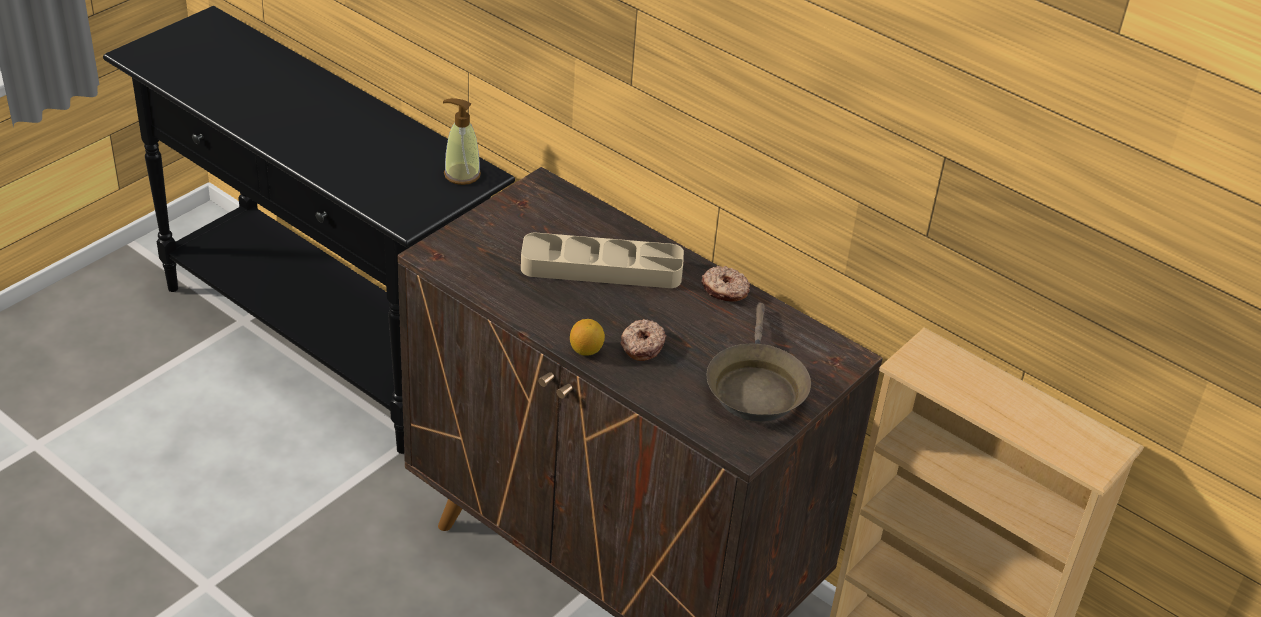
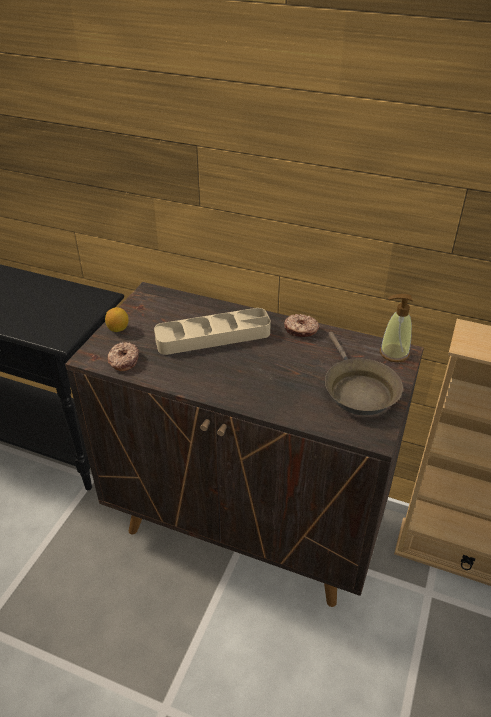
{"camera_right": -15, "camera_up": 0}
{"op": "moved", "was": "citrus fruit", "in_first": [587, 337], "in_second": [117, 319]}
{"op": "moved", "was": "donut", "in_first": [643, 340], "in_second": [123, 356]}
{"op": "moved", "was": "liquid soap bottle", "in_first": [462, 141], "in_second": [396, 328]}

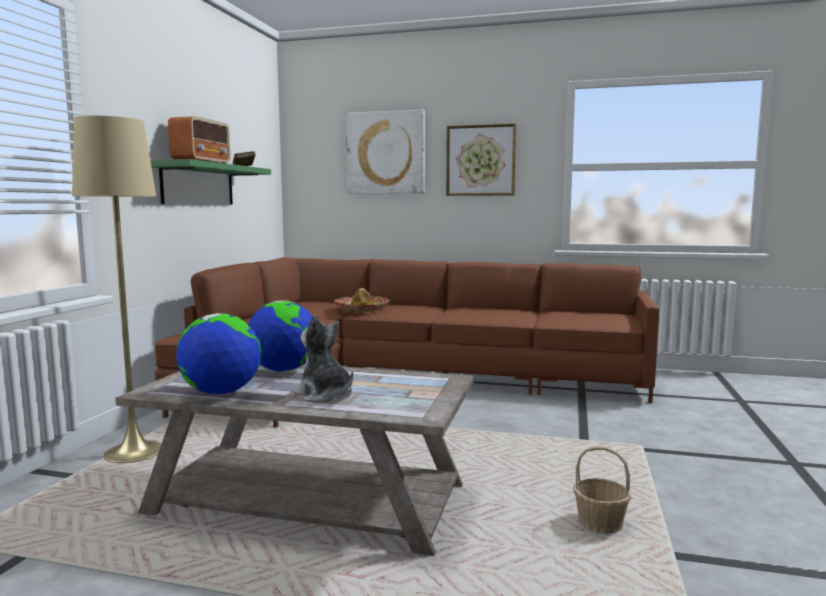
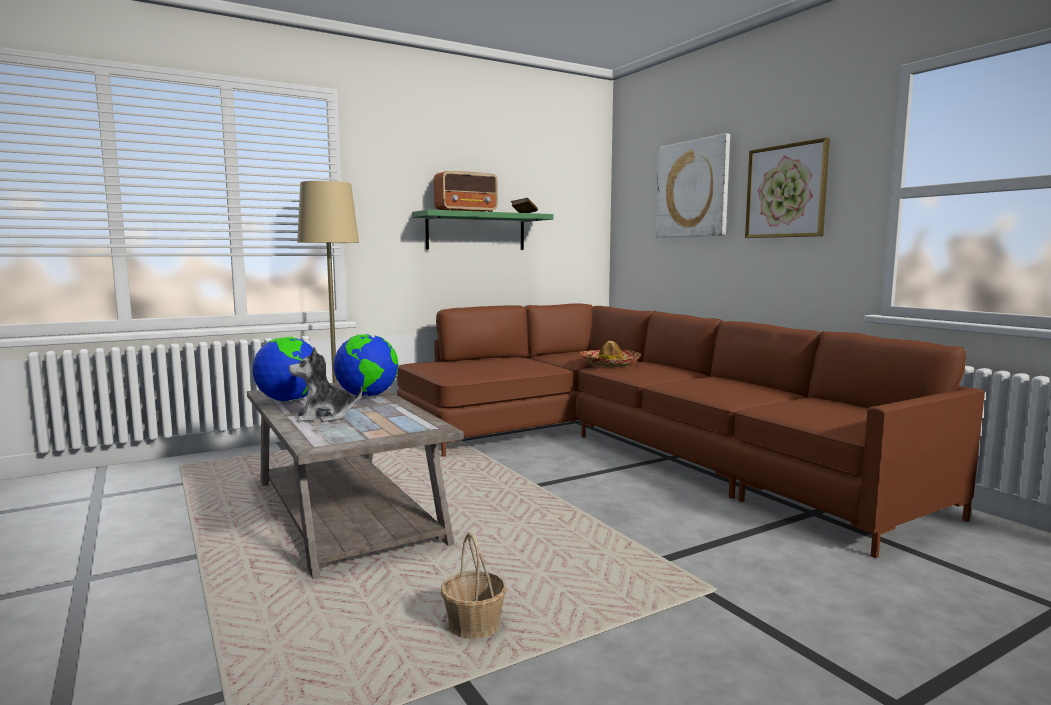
{"camera_right": 45, "camera_up": 0}
{"op": "turned", "was": "cuddly toy", "in_first": [323, 359], "in_second": [326, 384], "clockwise": -105}

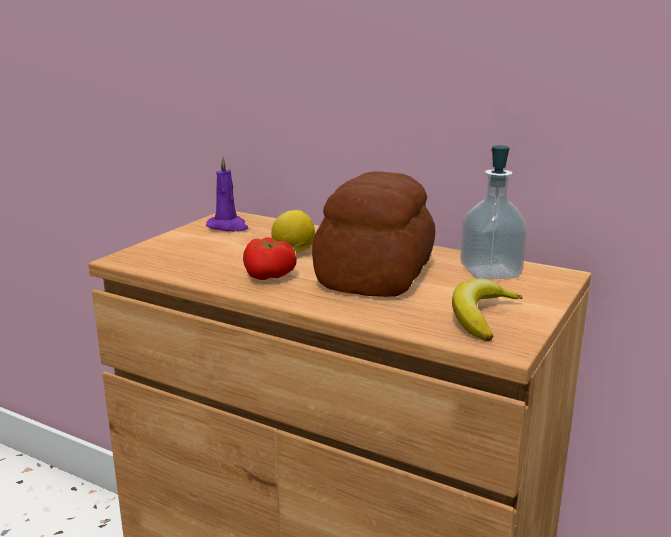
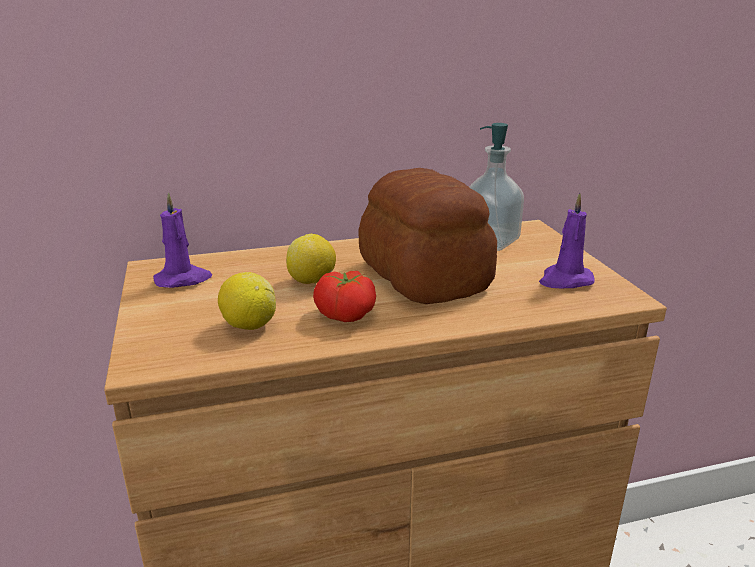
{"camera_right": -45, "camera_up": 5}
{"op": "added", "now": "citrus fruit", "in_second": [247, 301]}
{"op": "replaced", "was": "banana fruit", "now": "purple candle", "in_first": [487, 309], "in_second": [567, 240]}

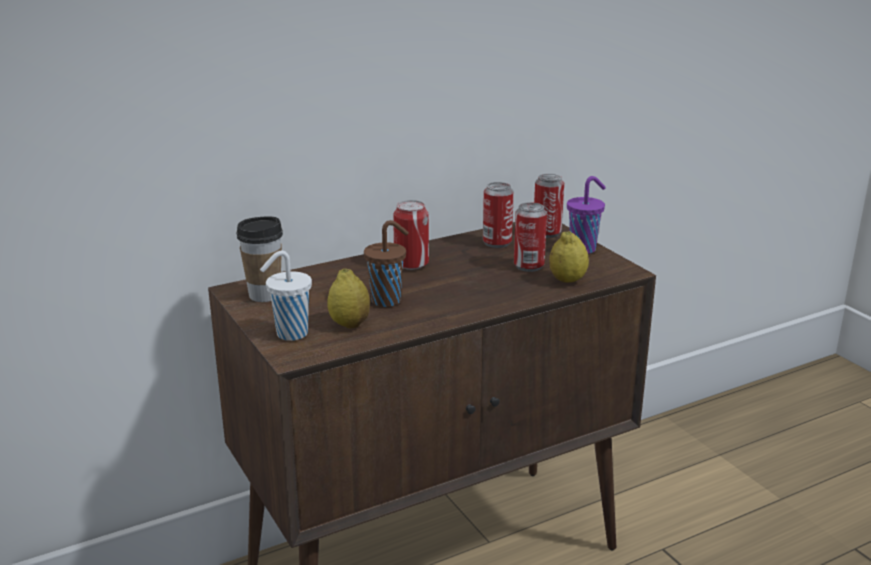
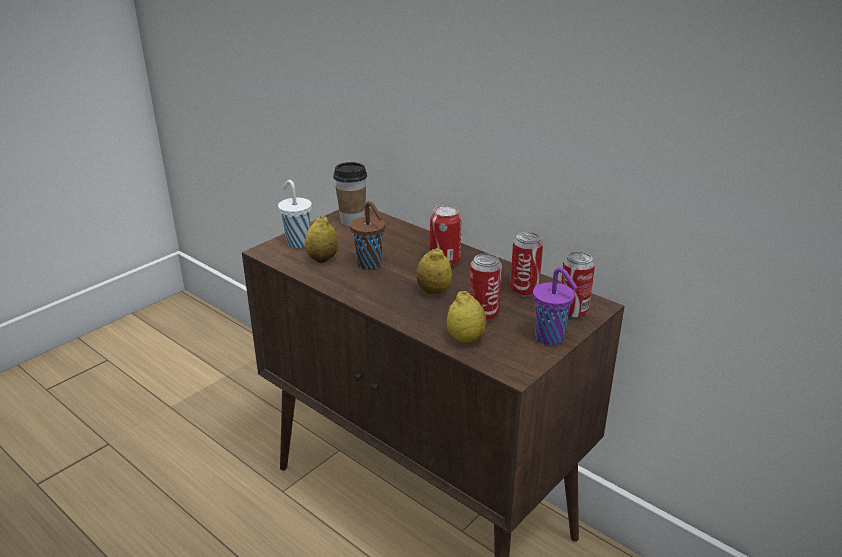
{"camera_right": 70, "camera_up": 5}
{"op": "added", "now": "citrus fruit", "in_second": [434, 271]}

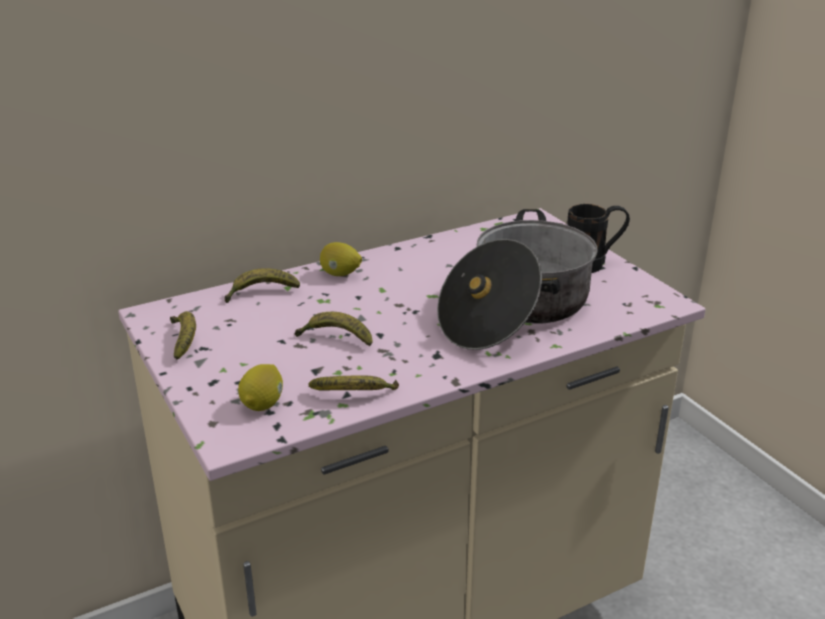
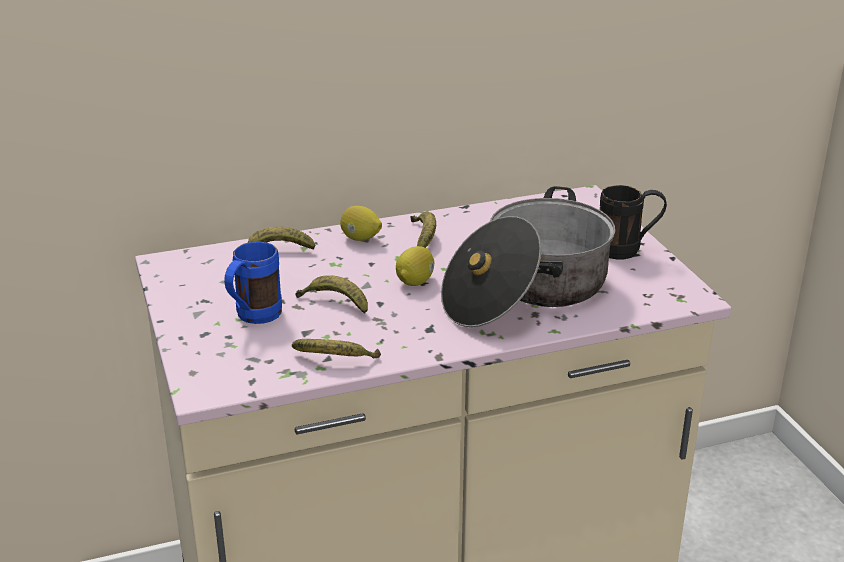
{"camera_right": 10, "camera_up": 0}
{"op": "added", "now": "blue tea mug", "in_second": [253, 283]}
{"op": "moved", "was": "citrus fruit", "in_first": [260, 387], "in_second": [415, 266]}
{"op": "moved", "was": "banana fruit", "in_first": [183, 335], "in_second": [423, 229]}

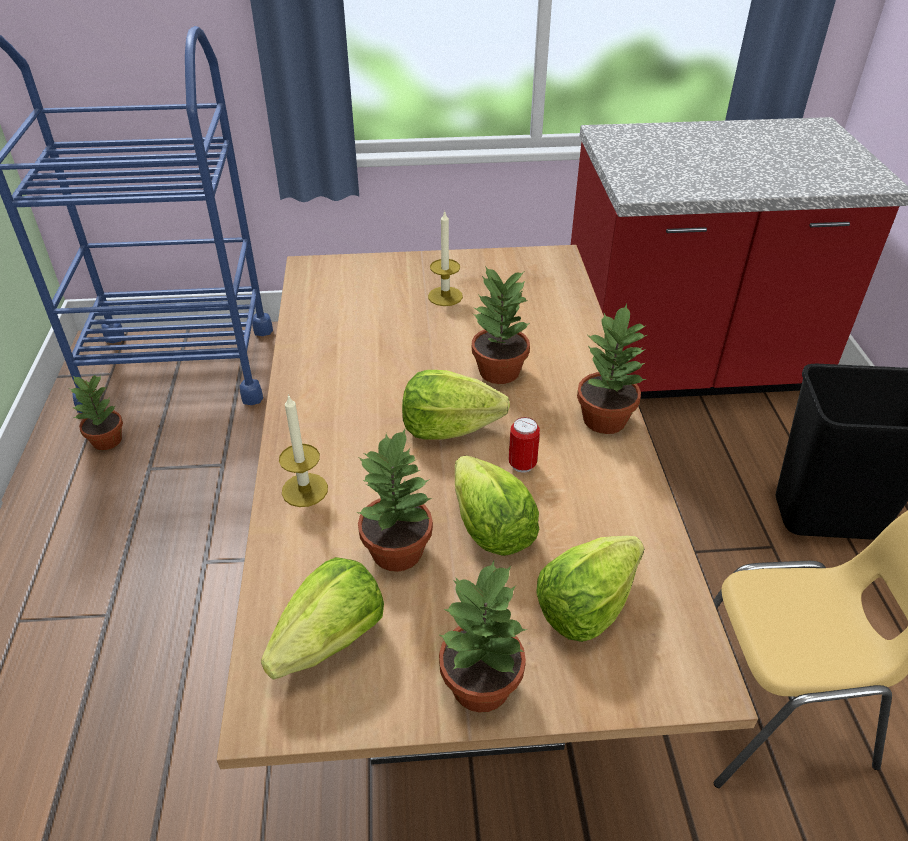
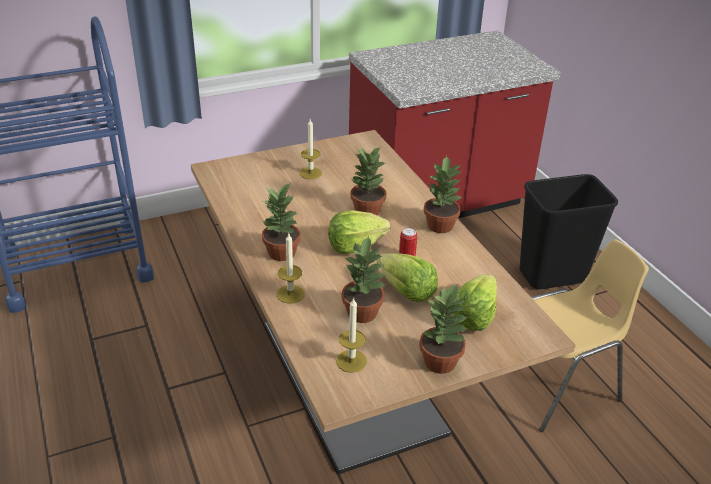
{"camera_right": -20, "camera_up": -5}
{"op": "moved", "was": "houseplant", "in_first": [96, 412], "in_second": [281, 222]}
{"op": "replaced", "was": "lettuce", "now": "candle", "in_first": [322, 618], "in_second": [351, 335]}

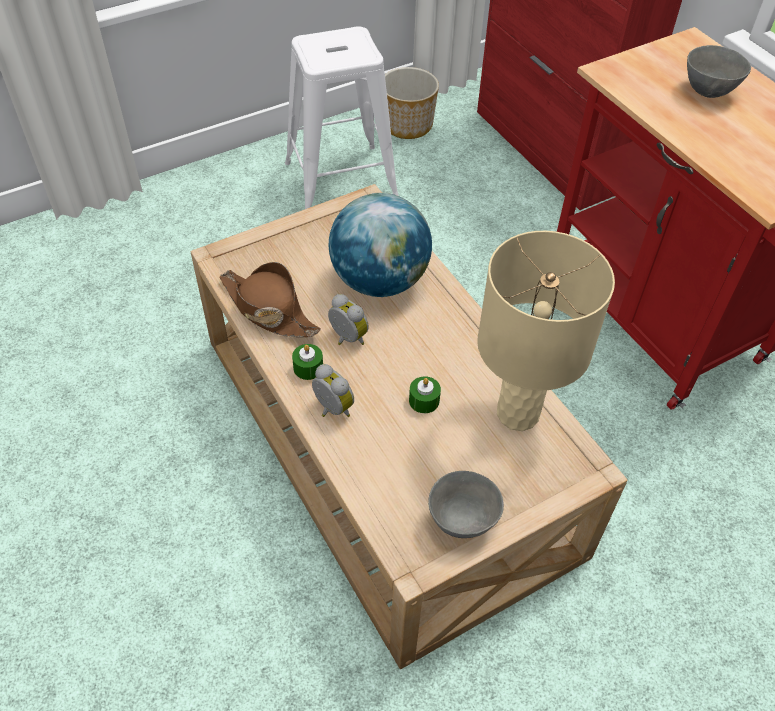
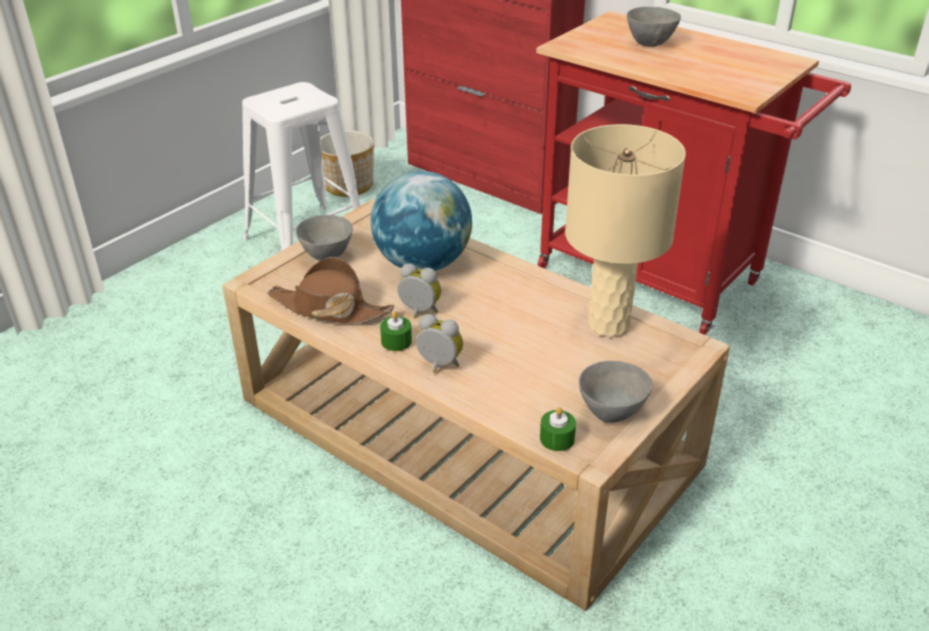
{"camera_right": -20, "camera_up": -15}
{"op": "added", "now": "greyish deep dish", "in_second": [324, 238]}
{"op": "moved", "was": "green candle", "in_first": [425, 394], "in_second": [558, 429]}

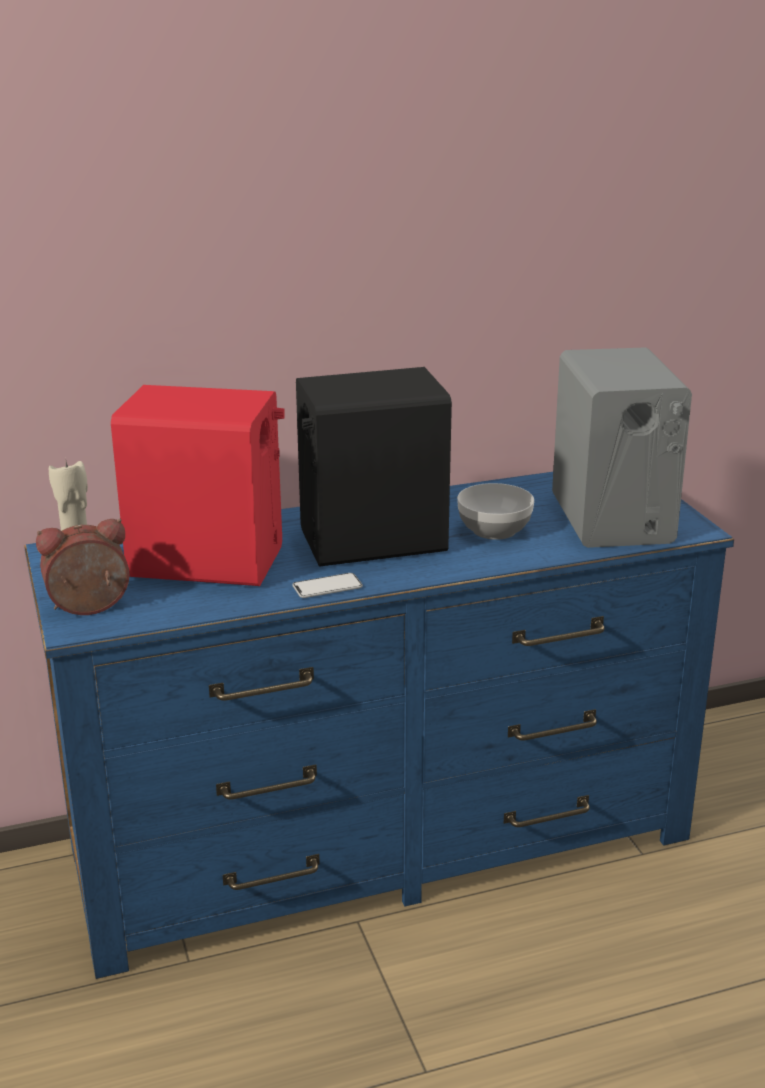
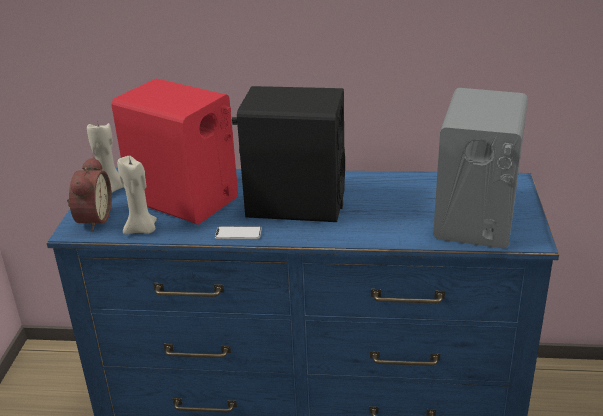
{"camera_right": 25, "camera_up": 5}
{"op": "turned", "was": "alarm clock", "in_first": [83, 567], "in_second": [89, 194], "clockwise": 90}
{"op": "added", "now": "sand-coloured candle", "in_second": [137, 195]}
{"op": "removed", "was": "deep dish", "in_first": [495, 511]}

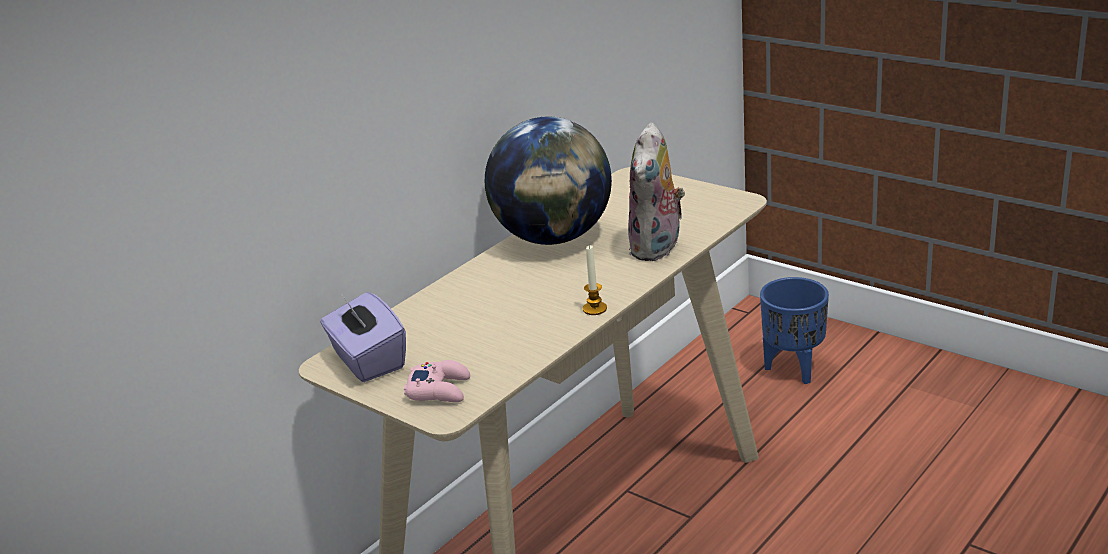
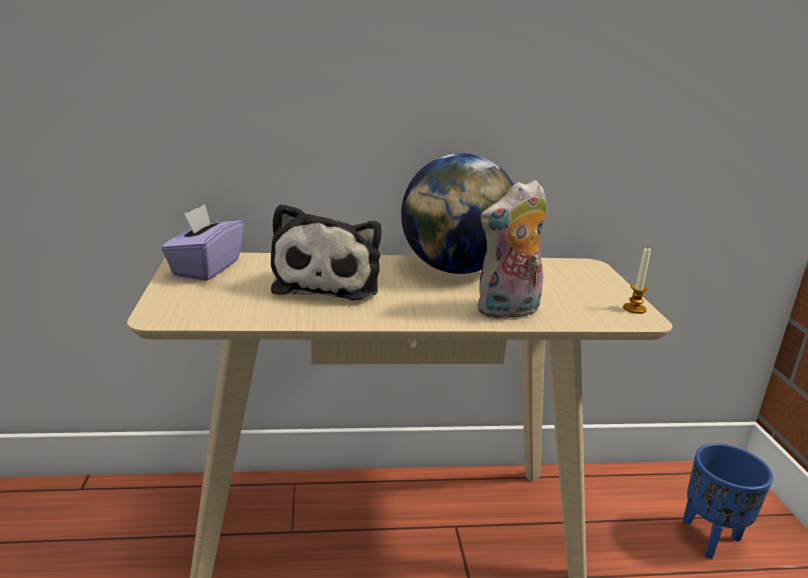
{"camera_right": 40, "camera_up": -5}
{"op": "added", "now": "cuddly toy", "in_second": [326, 252]}
{"op": "moved", "was": "candle", "in_first": [595, 280], "in_second": [637, 281]}
{"op": "removed", "was": "pink gamepad", "in_first": [437, 381]}

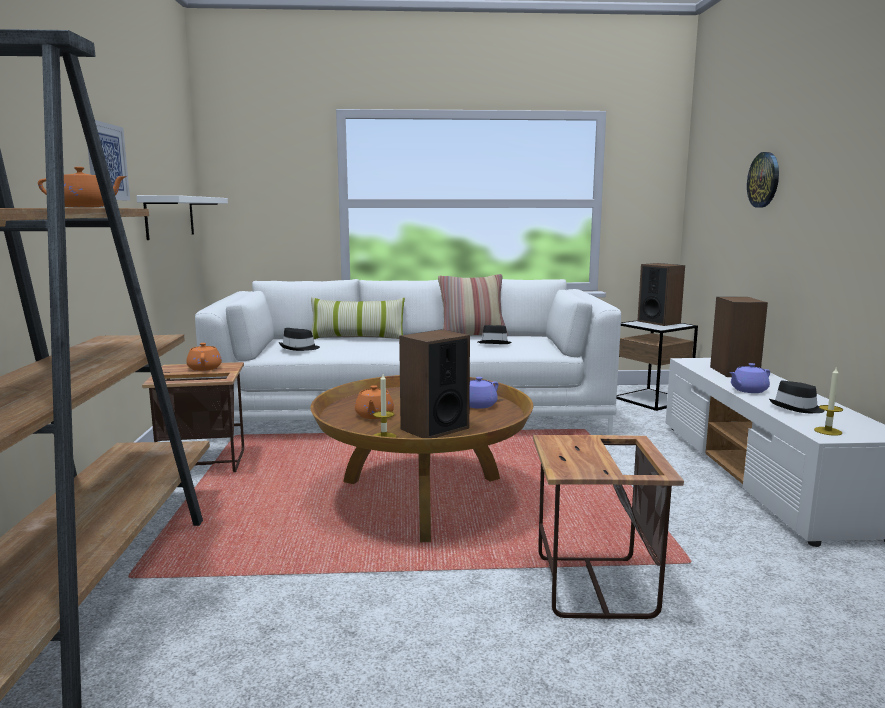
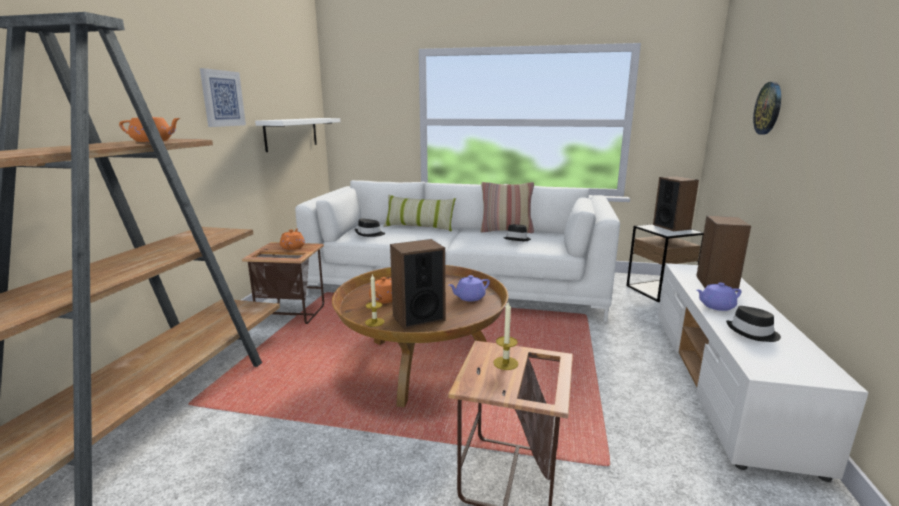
{"camera_right": 15, "camera_up": 5}
{"op": "moved", "was": "candle", "in_first": [828, 400], "in_second": [506, 335]}

